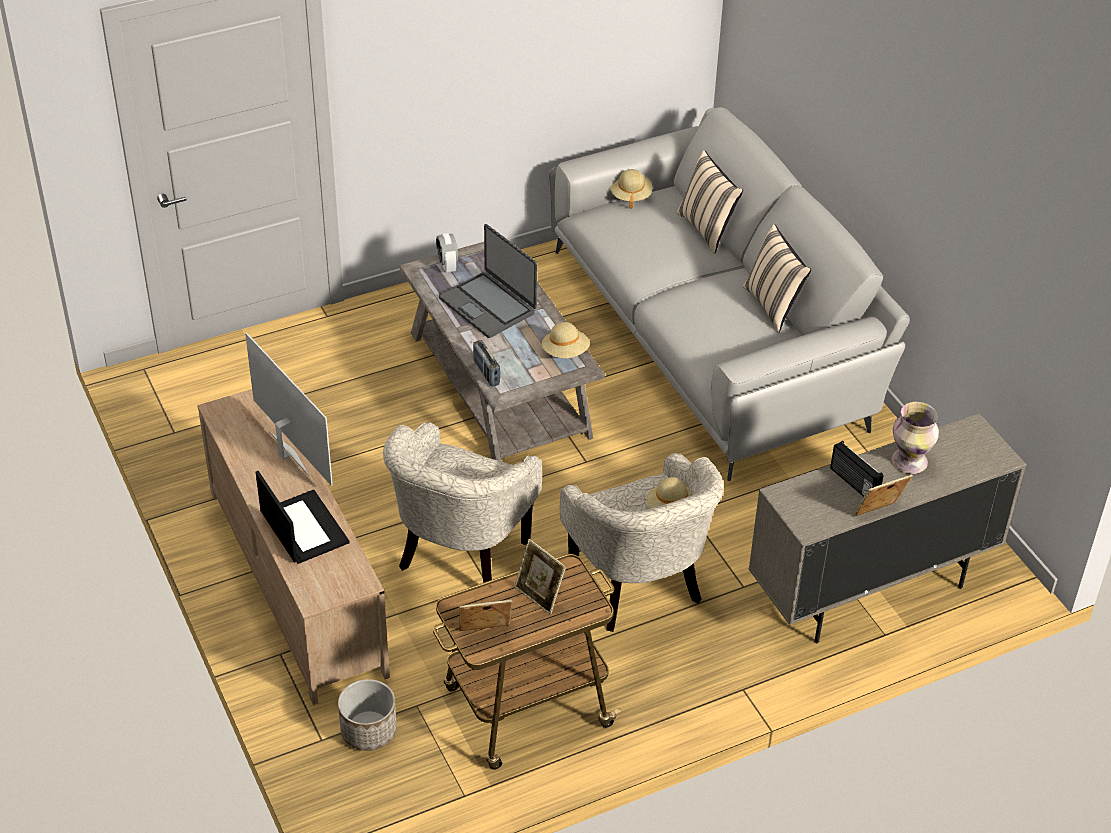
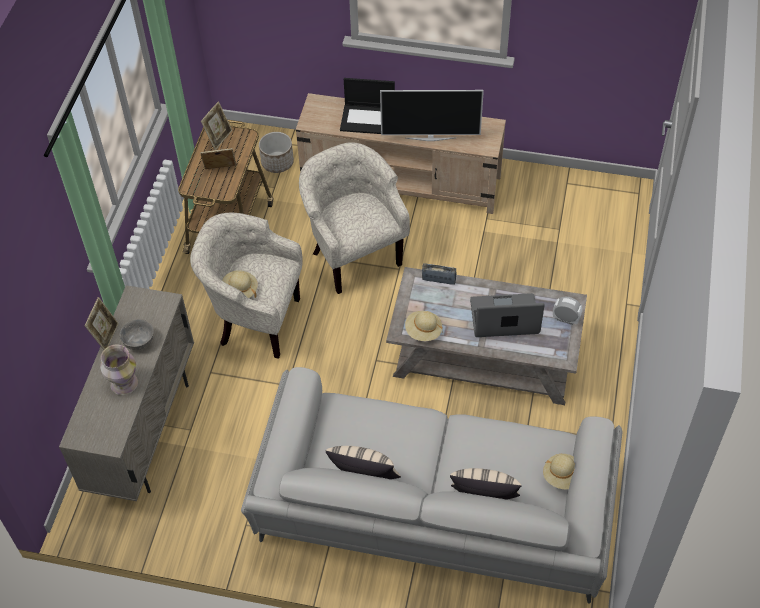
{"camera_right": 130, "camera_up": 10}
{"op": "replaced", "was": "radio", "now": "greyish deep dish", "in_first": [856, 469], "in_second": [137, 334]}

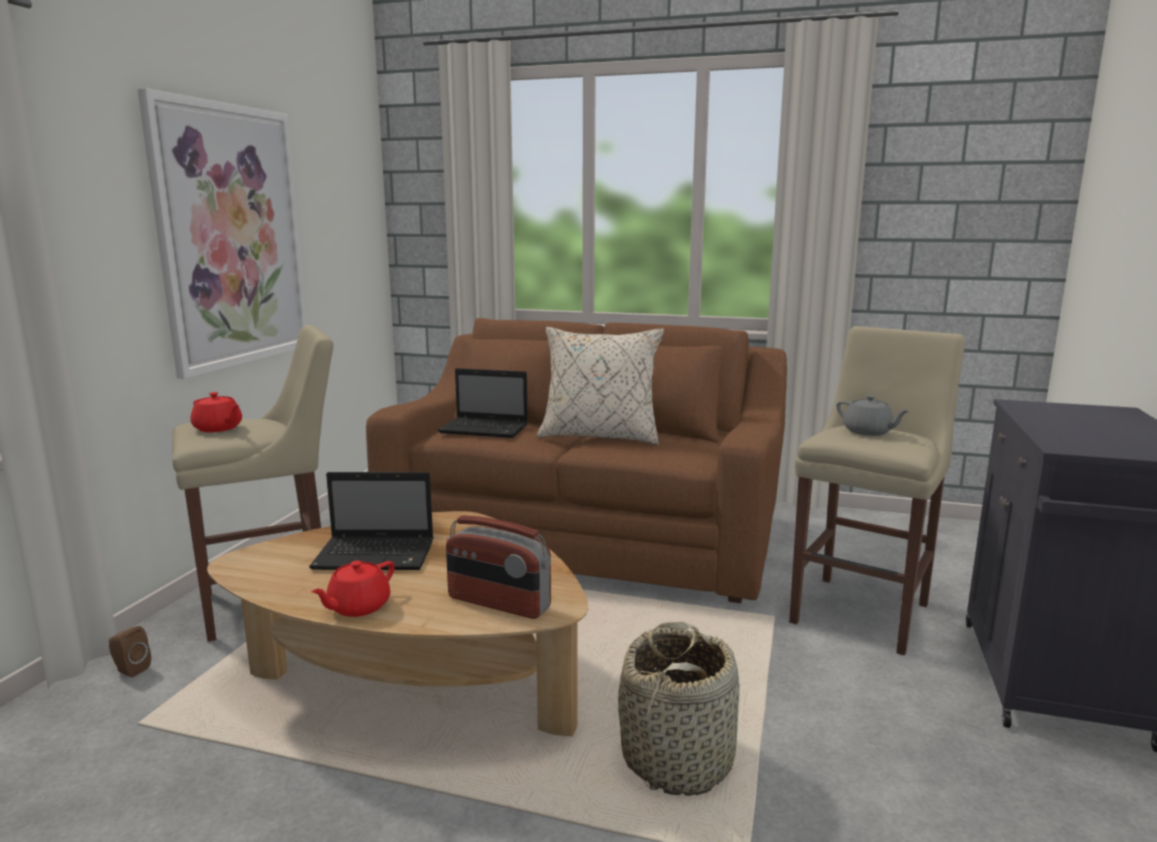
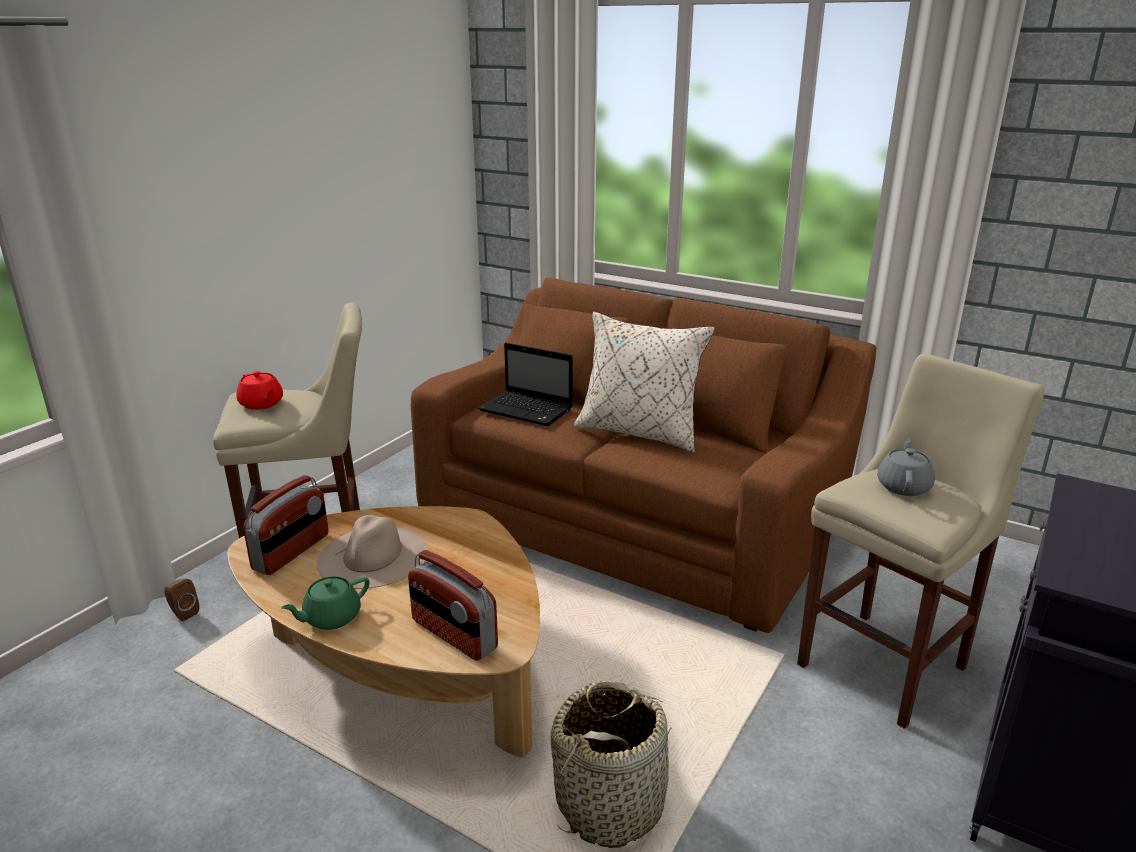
{"camera_right": 15, "camera_up": 10}
{"op": "added", "now": "radio", "in_second": [285, 525]}
{"op": "recoloured", "was": "reddish pot for tea", "now": "green pot for tea", "in_first": [353, 588], "in_second": [325, 603]}
{"op": "replaced", "was": "portable computer", "now": "sand-coloured clothing hat", "in_first": [371, 521], "in_second": [372, 552]}
{"op": "turned", "was": "greyish pot for tea", "in_first": [872, 415], "in_second": [906, 467], "clockwise": -135}
{"op": "removed", "was": "wall art", "in_first": [222, 233]}

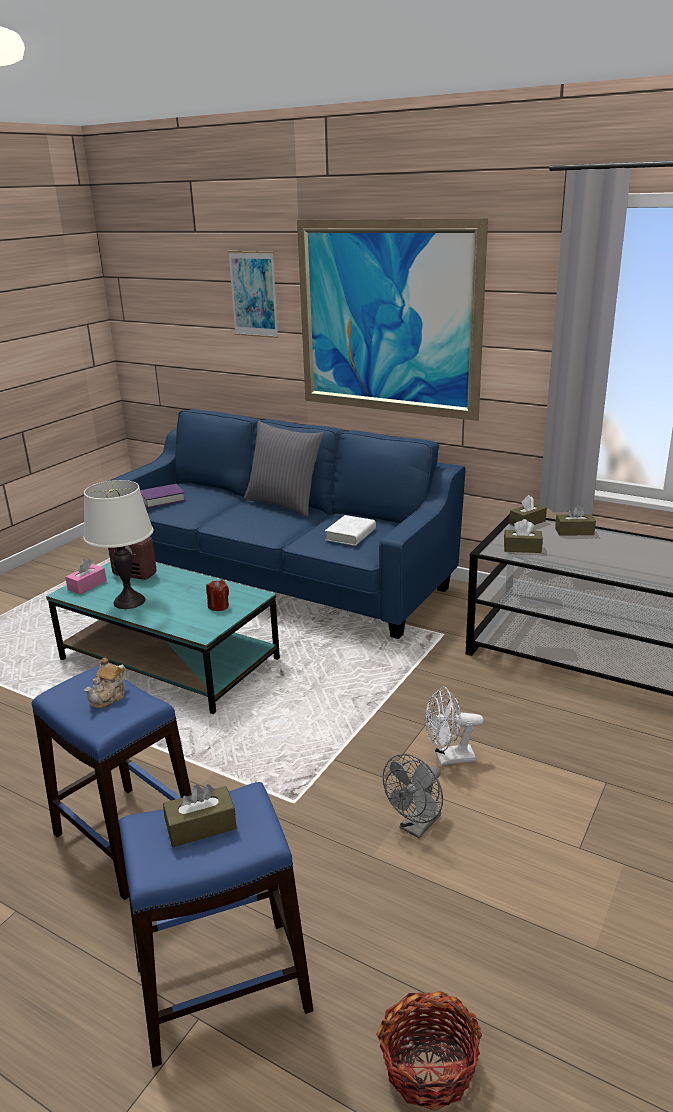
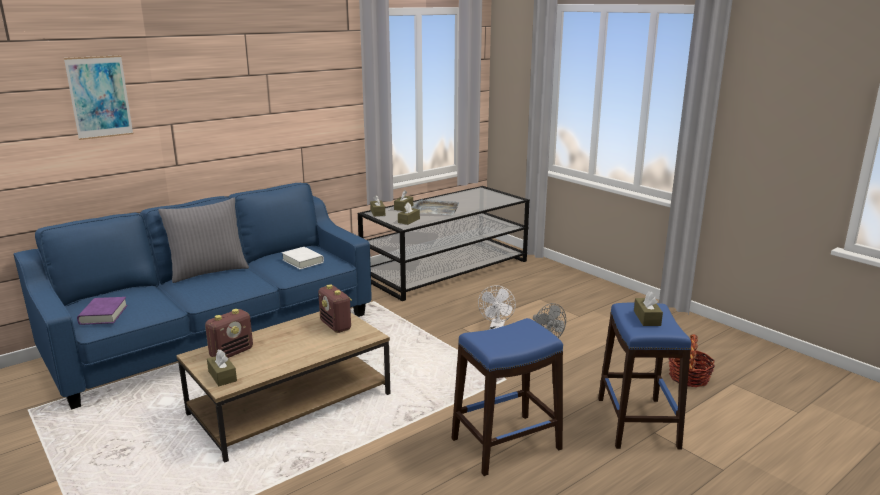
{"camera_right": -70, "camera_up": -5}
{"op": "recoloured", "was": "turquoise lounge table", "now": "brown lounge table", "in_first": [163, 638], "in_second": [283, 387]}
{"op": "recoloured", "was": "pink box of tissues", "now": "brown box of tissues", "in_first": [86, 576], "in_second": [222, 368]}
{"op": "replaced", "was": "reddish candle", "now": "radio", "in_first": [217, 595], "in_second": [335, 308]}
{"op": "added", "now": "greyish carrying tray", "in_second": [435, 207]}
{"op": "removed", "was": "whitish lamp for a table", "in_first": [118, 544]}
{"op": "removed", "was": "pot for tea", "in_first": [105, 683]}
{"op": "removed", "was": "wall art", "in_first": [392, 319]}

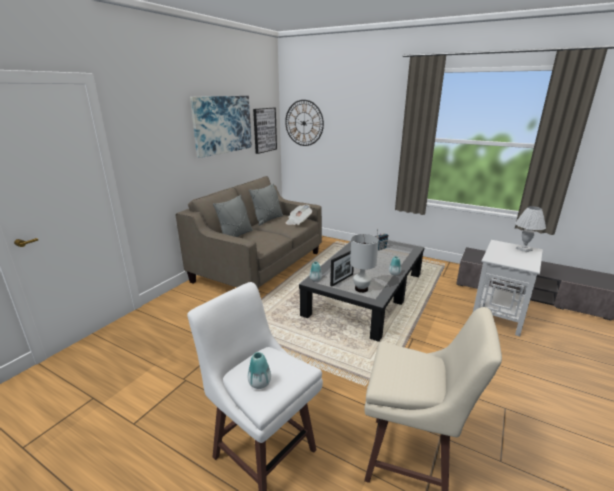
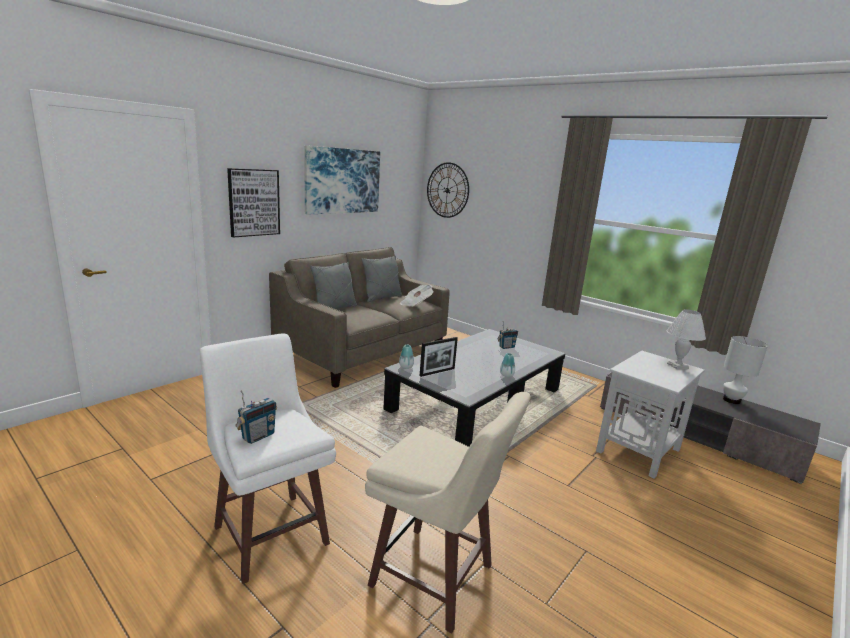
{"camera_right": 10, "camera_up": -5}
{"op": "moved", "was": "wall art", "in_first": [265, 131], "in_second": [253, 202]}
{"op": "replaced", "was": "flower vase", "now": "radio", "in_first": [259, 370], "in_second": [256, 417]}
{"op": "moved", "was": "whitish lamp for a table", "in_first": [364, 263], "in_second": [745, 370]}

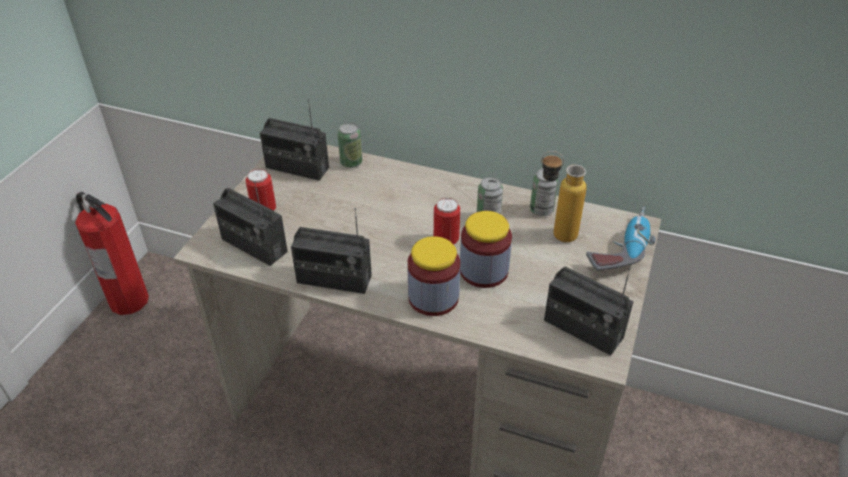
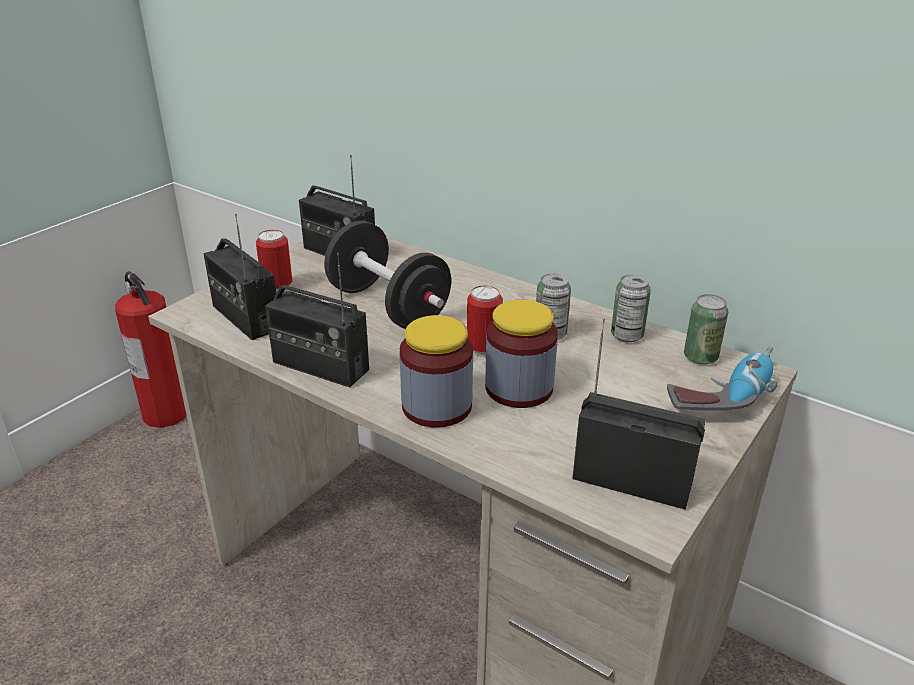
{"camera_right": 15, "camera_up": -10}
{"op": "added", "now": "blackish dumbbell", "in_second": [387, 275]}
{"op": "turned", "was": "radio", "in_first": [589, 311], "in_second": [639, 414], "clockwise": 150}
{"op": "moved", "was": "metal can", "in_first": [350, 145], "in_second": [706, 329]}
{"op": "removed", "was": "bottle", "in_first": [564, 196]}

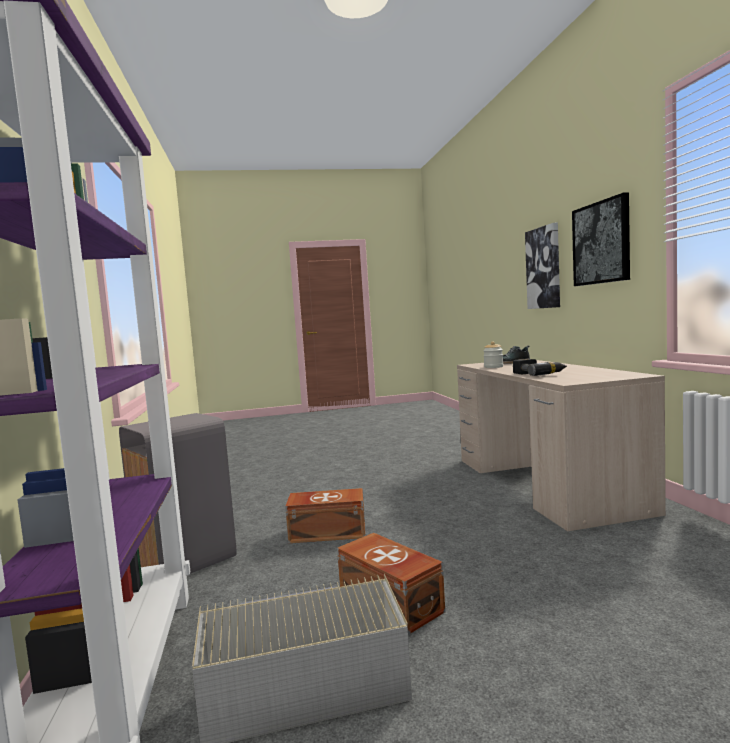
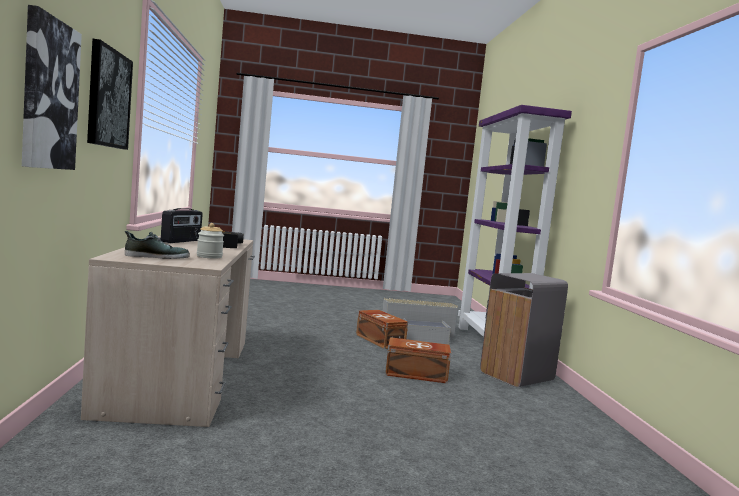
{"camera_right": -175, "camera_up": 0}
{"op": "added", "now": "radio", "in_second": [182, 225]}

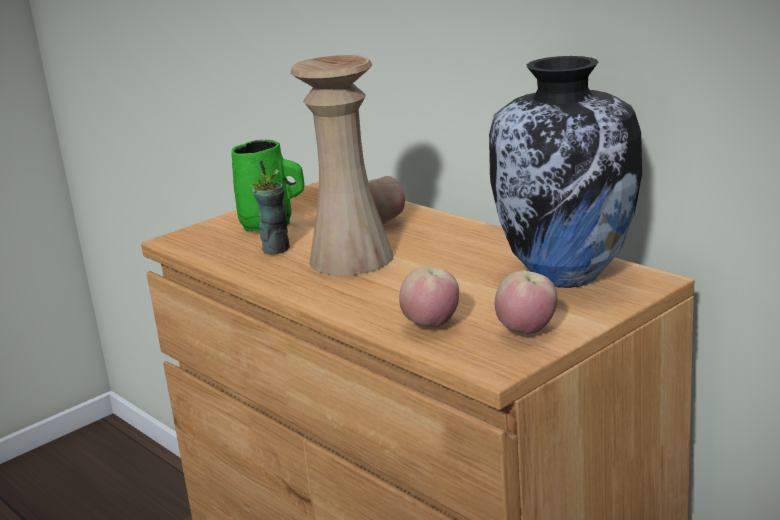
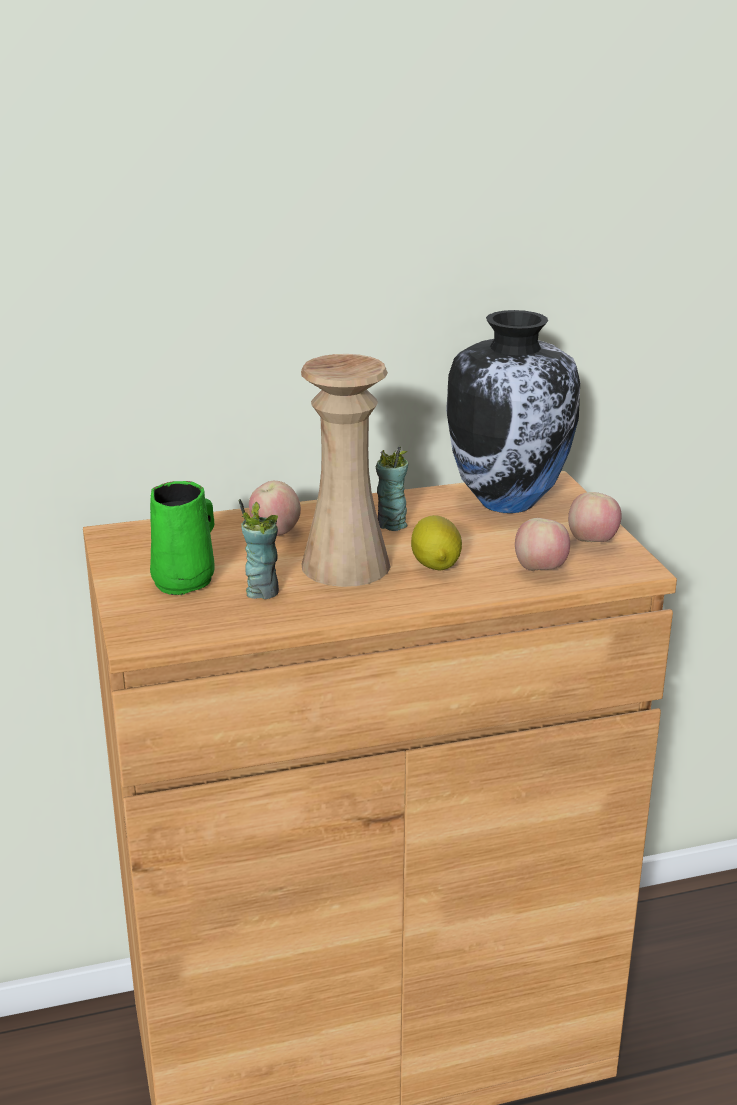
{"camera_right": -65, "camera_up": 5}
{"op": "added", "now": "drinking cup", "in_second": [392, 488]}
{"op": "added", "now": "citrus fruit", "in_second": [436, 542]}

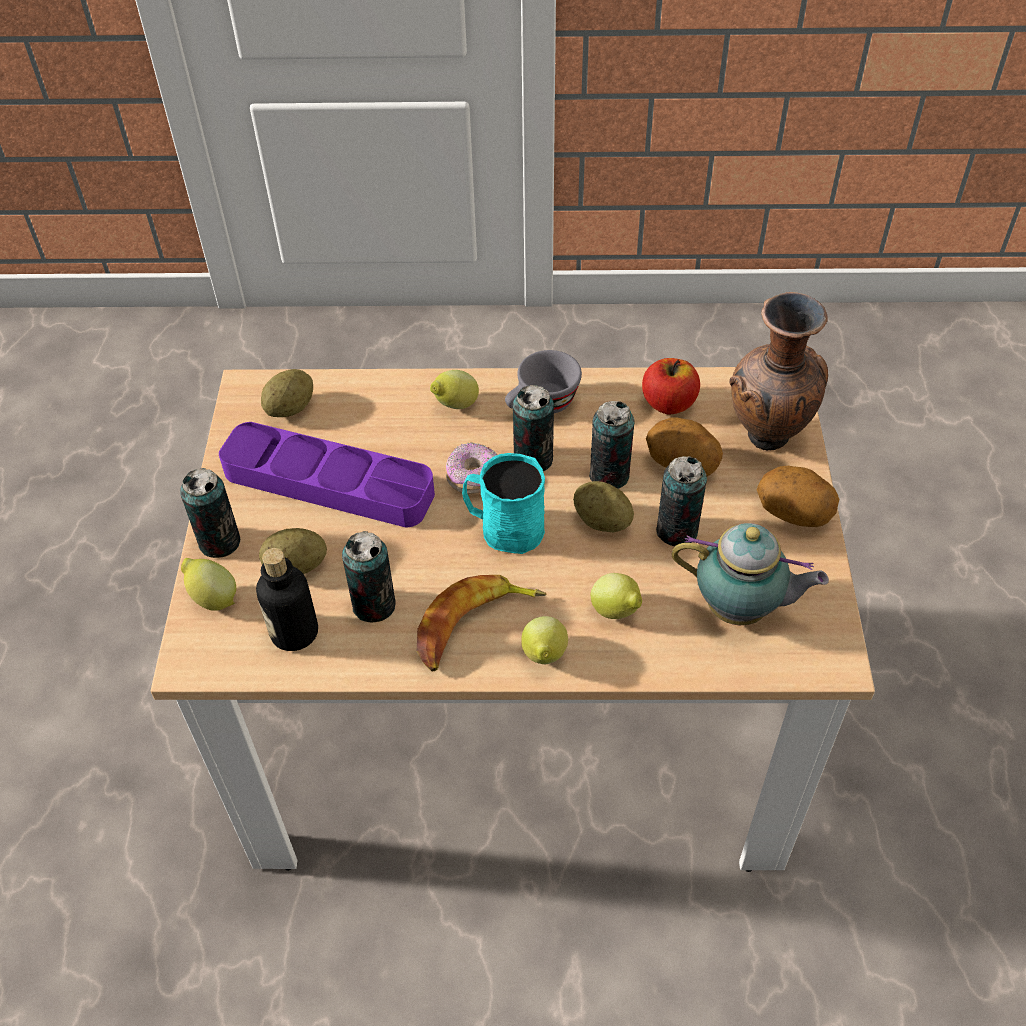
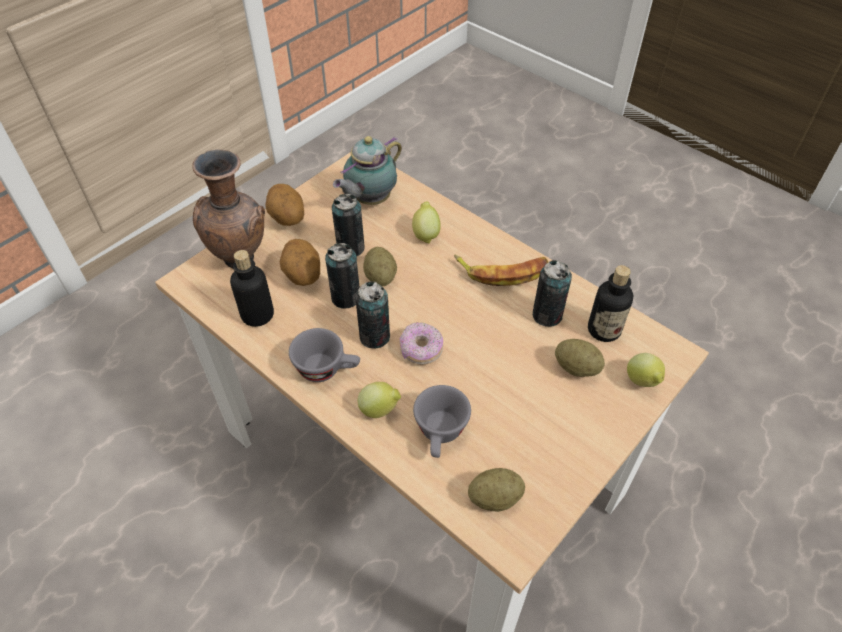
{"camera_right": -140, "camera_up": 0}
{"op": "replaced", "was": "apple fruit", "now": "bottle", "in_first": [671, 386], "in_second": [252, 288]}
{"op": "turned", "was": "pot for tea", "in_first": [750, 574], "in_second": [367, 170], "clockwise": -105}
{"op": "added", "now": "greyish drinking cup", "in_second": [442, 421]}
{"op": "removed", "was": "metal can", "in_first": [210, 513]}
{"op": "removed", "was": "purple carrying tray", "in_first": [327, 474]}
{"op": "removed", "was": "turquoise tea mug", "in_first": [503, 503]}
{"op": "removed", "was": "citrus fruit", "in_first": [544, 640]}

